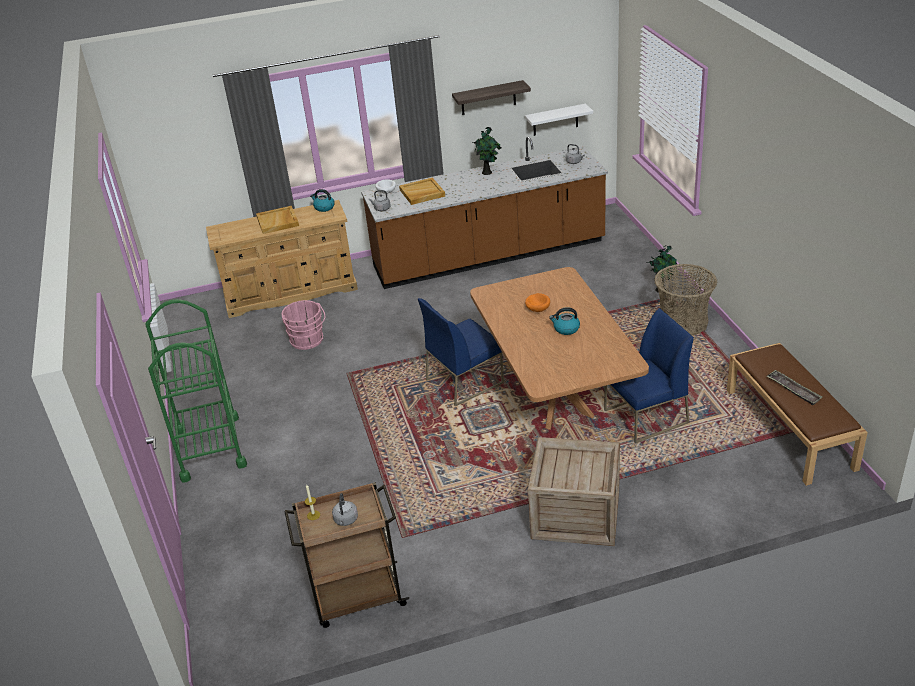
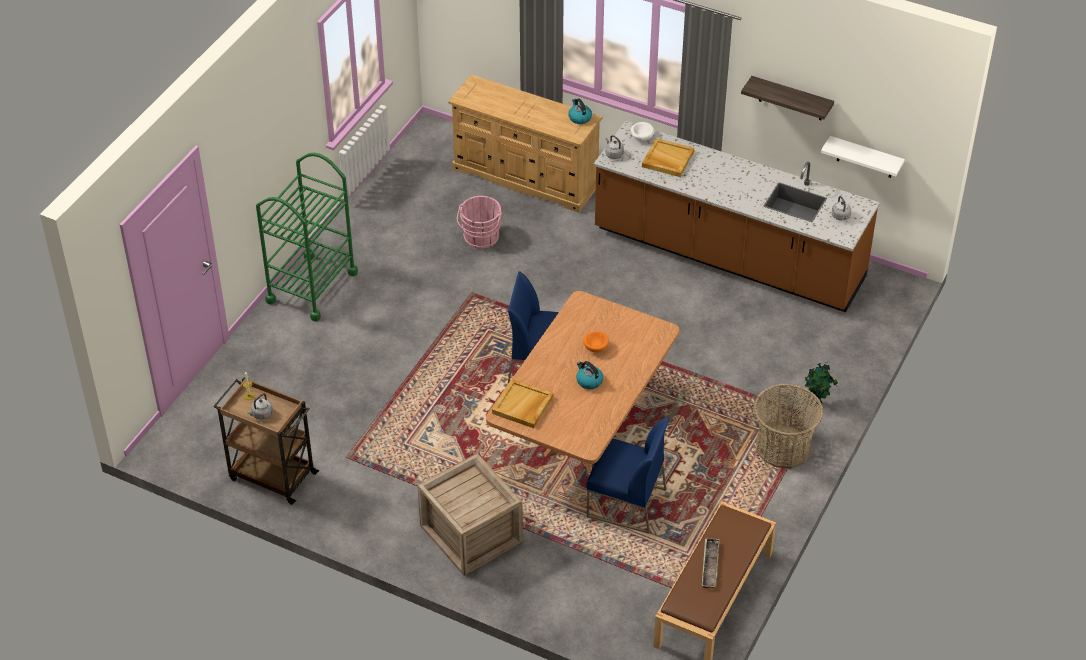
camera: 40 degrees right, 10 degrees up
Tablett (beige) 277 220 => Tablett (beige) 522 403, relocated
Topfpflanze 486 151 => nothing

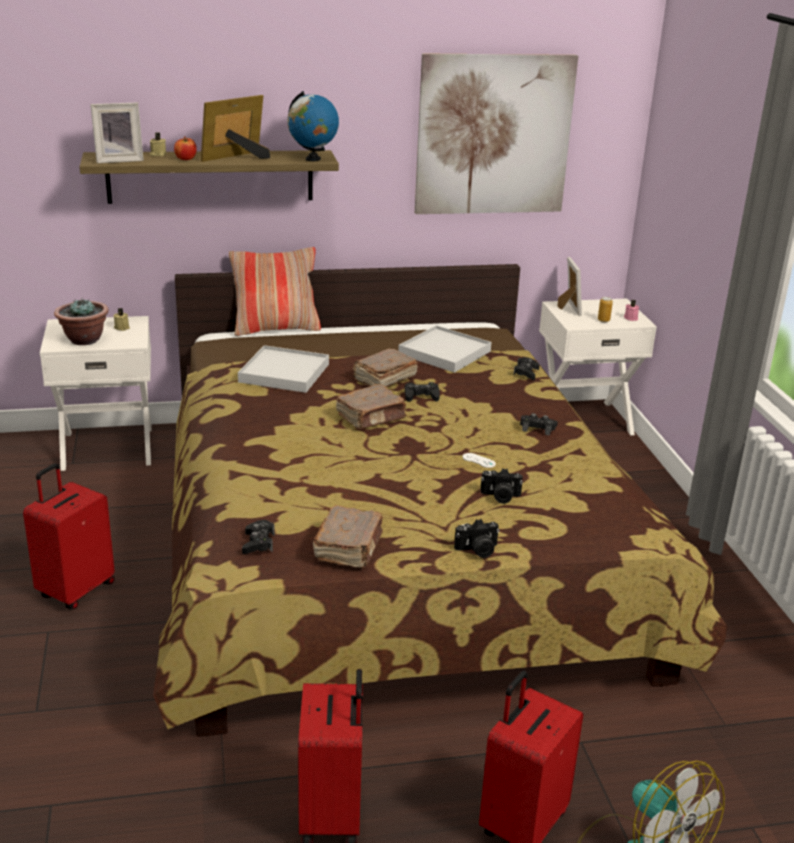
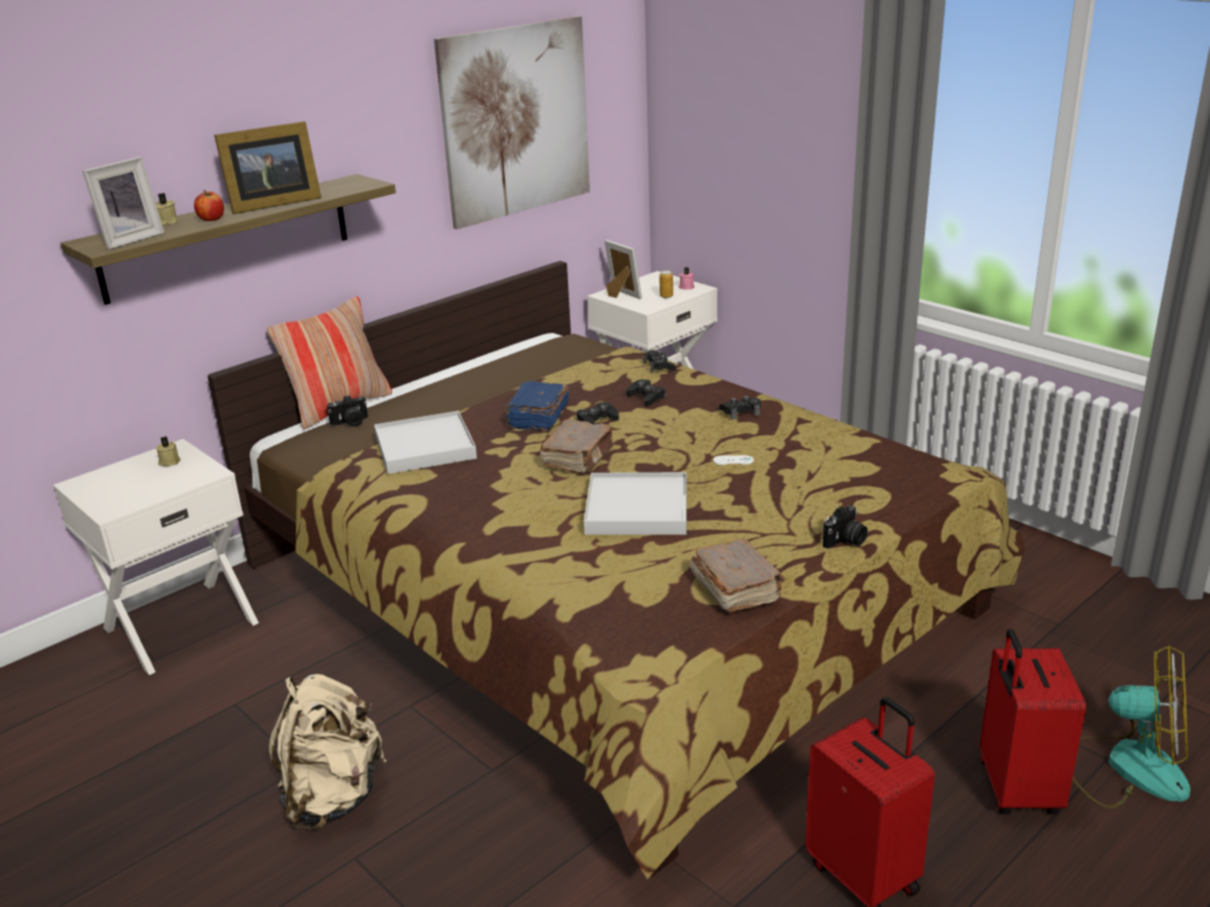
camera: 30 degrees left, 0 degrees up
Koffer (rot) 69 536 => Rucksack (beige) 327 752
Topfpflanze 81 321 => nothing
Bilderrahmen 235 128 => Bilderrahmen 267 167, 135 degrees counterclockwise
Gamepad (schwarz) 258 537 => Gamepad (schwarz) 646 393, relocated
Globus 313 126 => nothing
Buch (braun) 385 367 => Buch (blau) 537 406
Tablett (weiß) 444 349 => Tablett (weiß) 635 503, relocated
Kamera 501 486 => Kamera 347 411, relocated

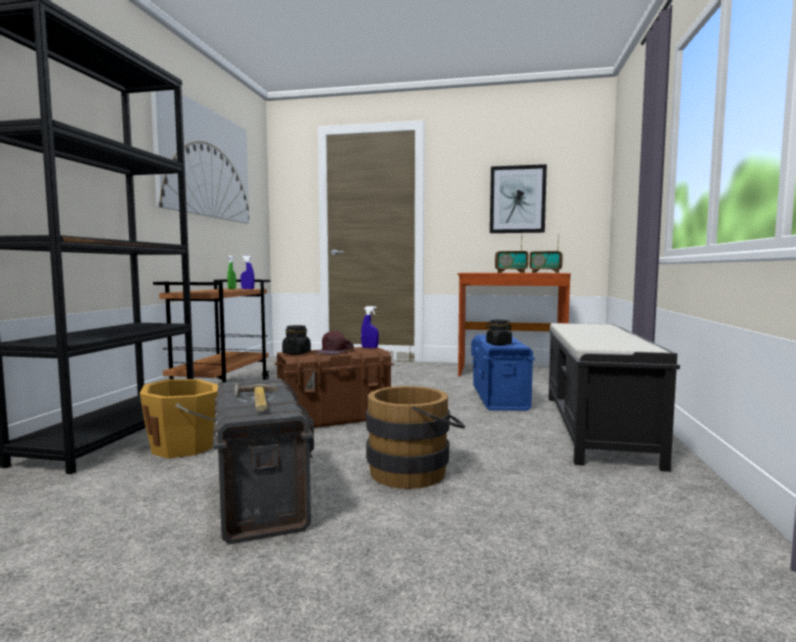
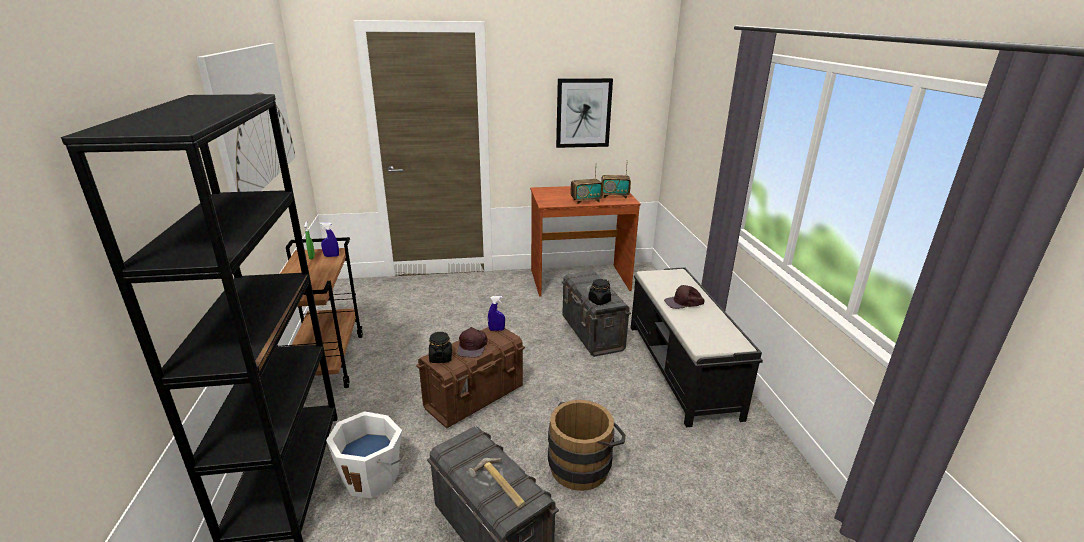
camera: 20 degrees left, 20 degrees up
Eimer (orange) 179 419 => Eimer (weiß) 364 454
Aufbewahrungsbox (blau) 503 373 => Aufbewahrungsbox (grau) 596 314
nothing => Kappe (braun) 684 297

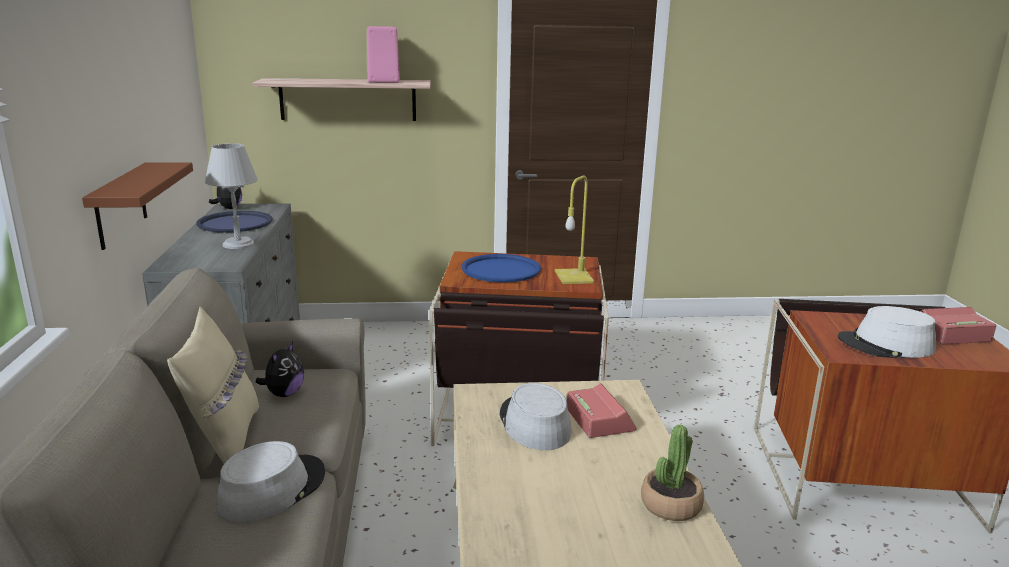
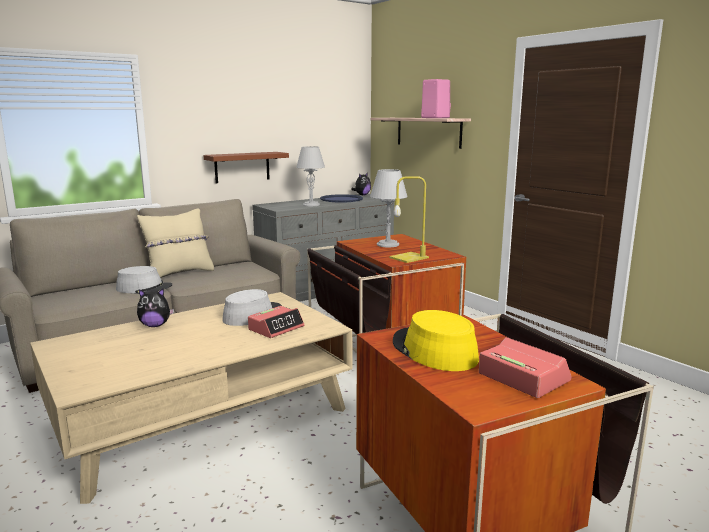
camera: 60 degrees right, 5 degrees down
Plüschtier 279 369 => Plüschtier 155 308, relocated
Tablett (blau) 501 268 => Tischlampe (grau) 389 208
Topfpflanze 672 473 => nothing
Hut (weiß) 886 332 => Hut (gelb) 436 340

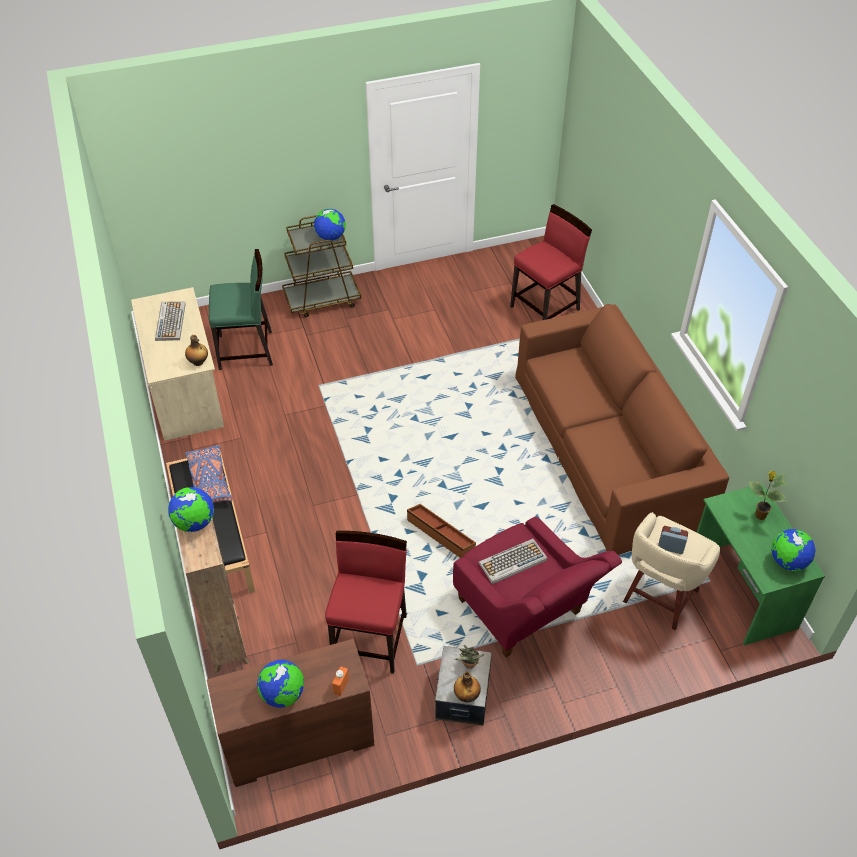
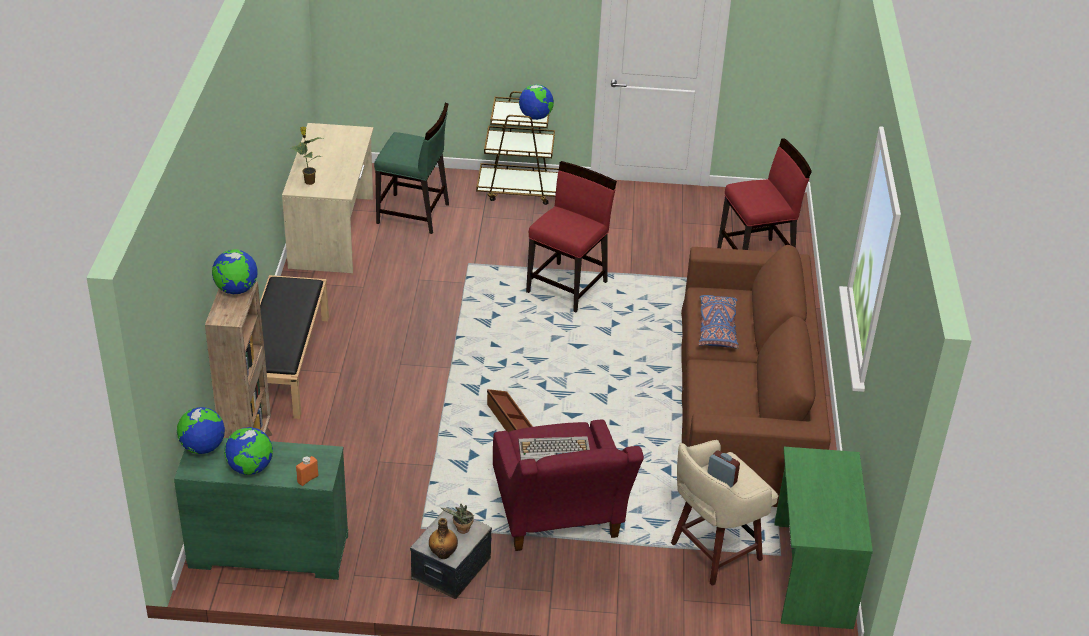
camera: 20 degrees right, 10 degrees down
Tastatur 170 321 => nothing
Flasche 196 350 => nothing
Kissen (blau) 209 474 => Kissen (blau) 718 321, relocated
Kommode (braun) 290 713 => Kommode (grün) 261 509
Stuhl (rot) 366 602 => Stuhl (rot) 571 236, relocated
Topfpflanze 768 495 => Topfpflanze 306 155, relocated
Globus 793 550 => Globus 201 430, relocated

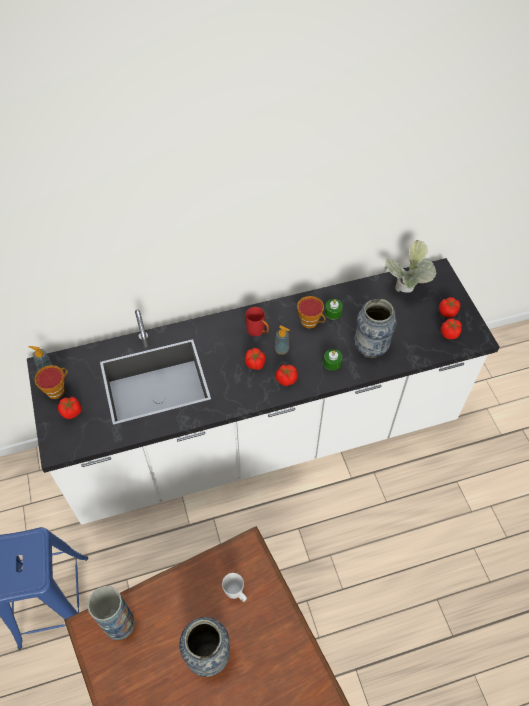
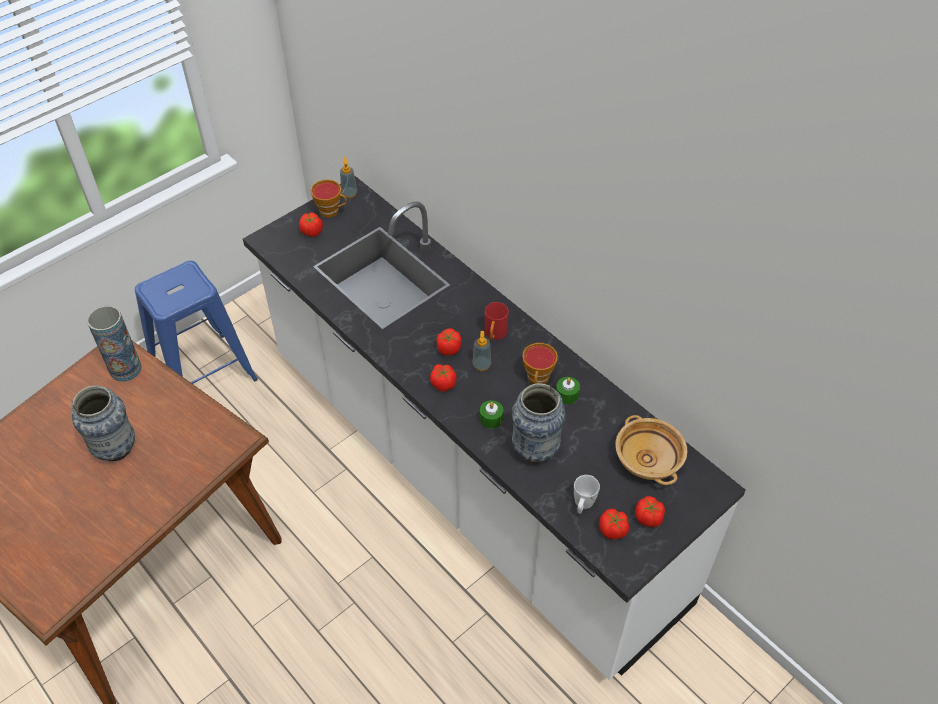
camera: 65 degrees right, 5 degrees down
Henkelbecher (weiß) 234 587 => Henkelbecher (weiß) 587 494, relocated
Topfpflanze 410 266 => Schüssel (beige) 651 450

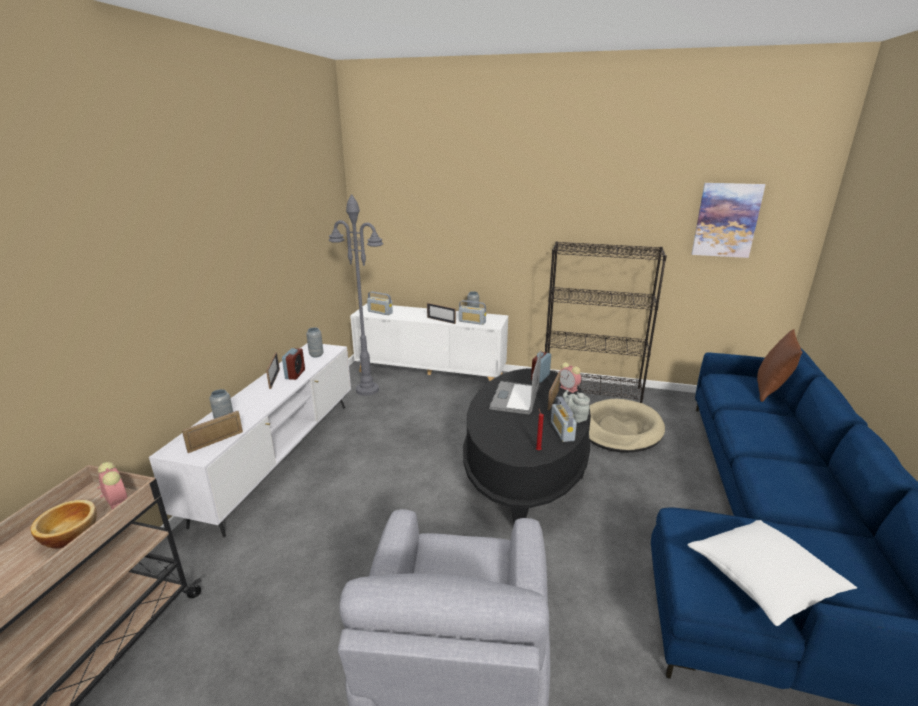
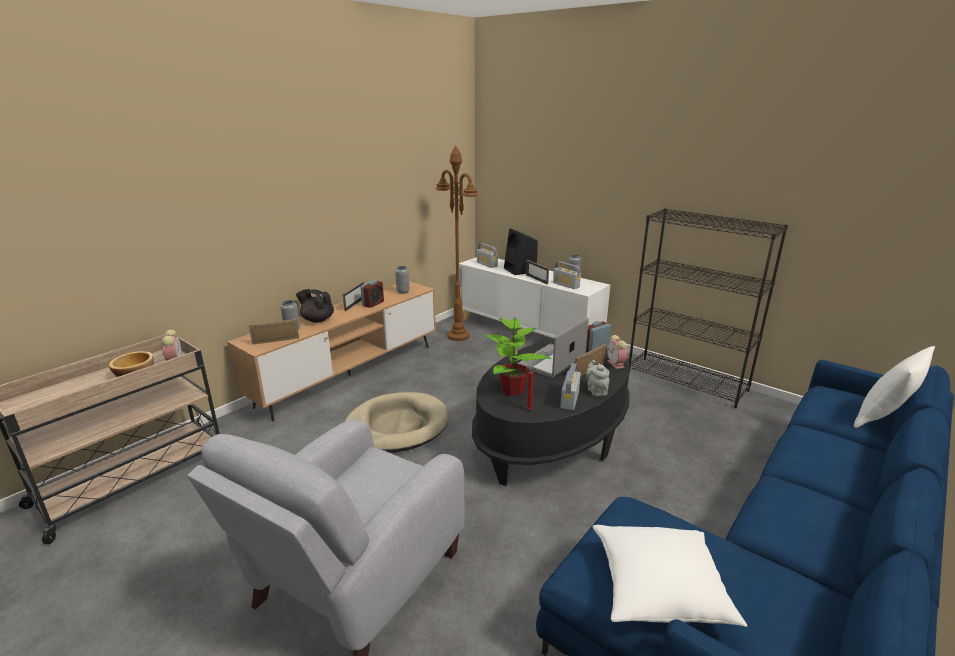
camera: 25 degrees right, 0 degrees up
Fernsehschrank (weiß) 250 440 => Fernsehschrank (braun) 331 352
Stehlampe (grau) 356 295 => Stehlampe (braun) 457 243
Hundebett (beige) 627 426 => Hundebett (beige) 396 422, relocated
Bild 728 220 => nothing
Kissen (braun) 779 365 => Kissen (weiß) 894 387
nothing => Teekanne (schwarz) 315 306
nothing => Topfpflanze 518 357
nothing => Lautsprecher (schwarz) 521 251

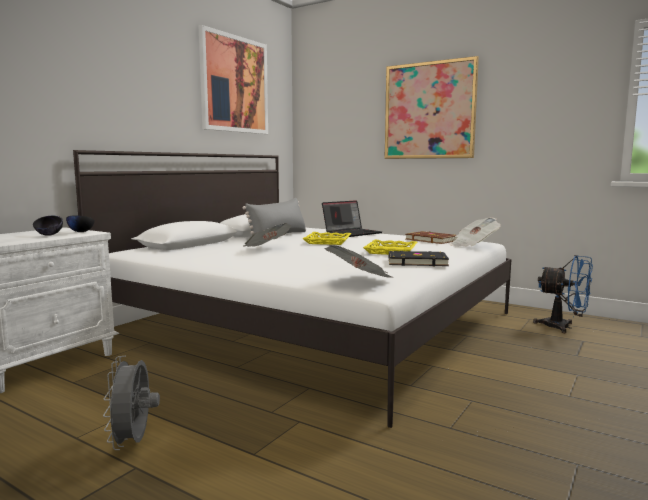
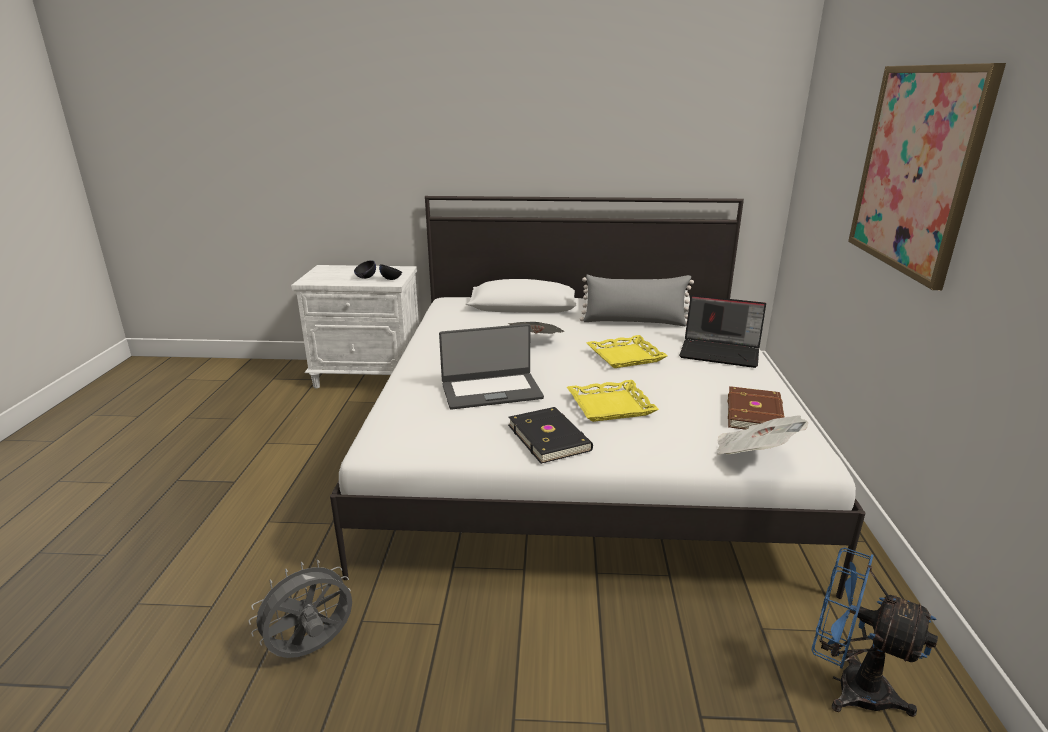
camera: 60 degrees right, 15 degrees up
Ventilator (grau) 131 403 => Ventilator (grau) 300 608, relocated
Bild 233 79 => nothing
Zeitung 358 261 => nothing
Ventilator (blau) 563 294 => Ventilator (blau) 875 632, 120 degrees clockwise
nothing => Laptop 491 367

